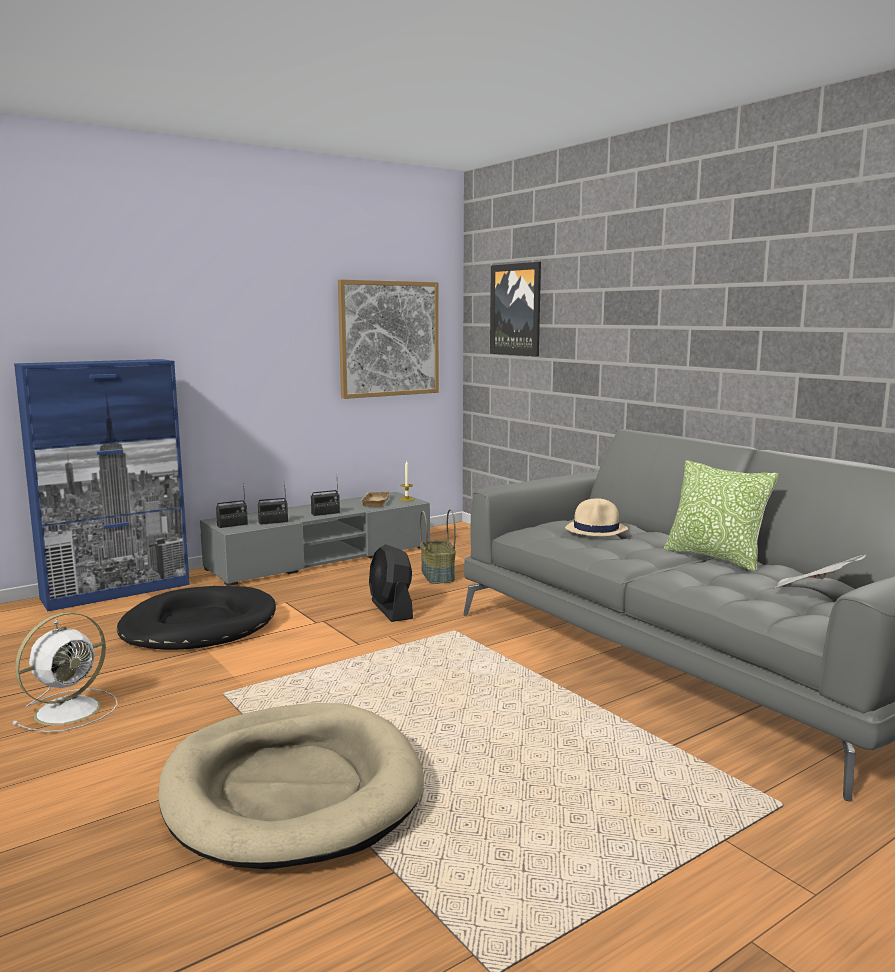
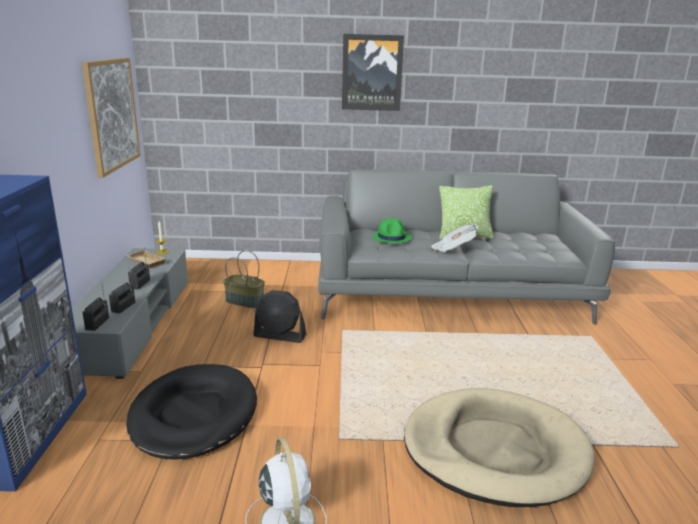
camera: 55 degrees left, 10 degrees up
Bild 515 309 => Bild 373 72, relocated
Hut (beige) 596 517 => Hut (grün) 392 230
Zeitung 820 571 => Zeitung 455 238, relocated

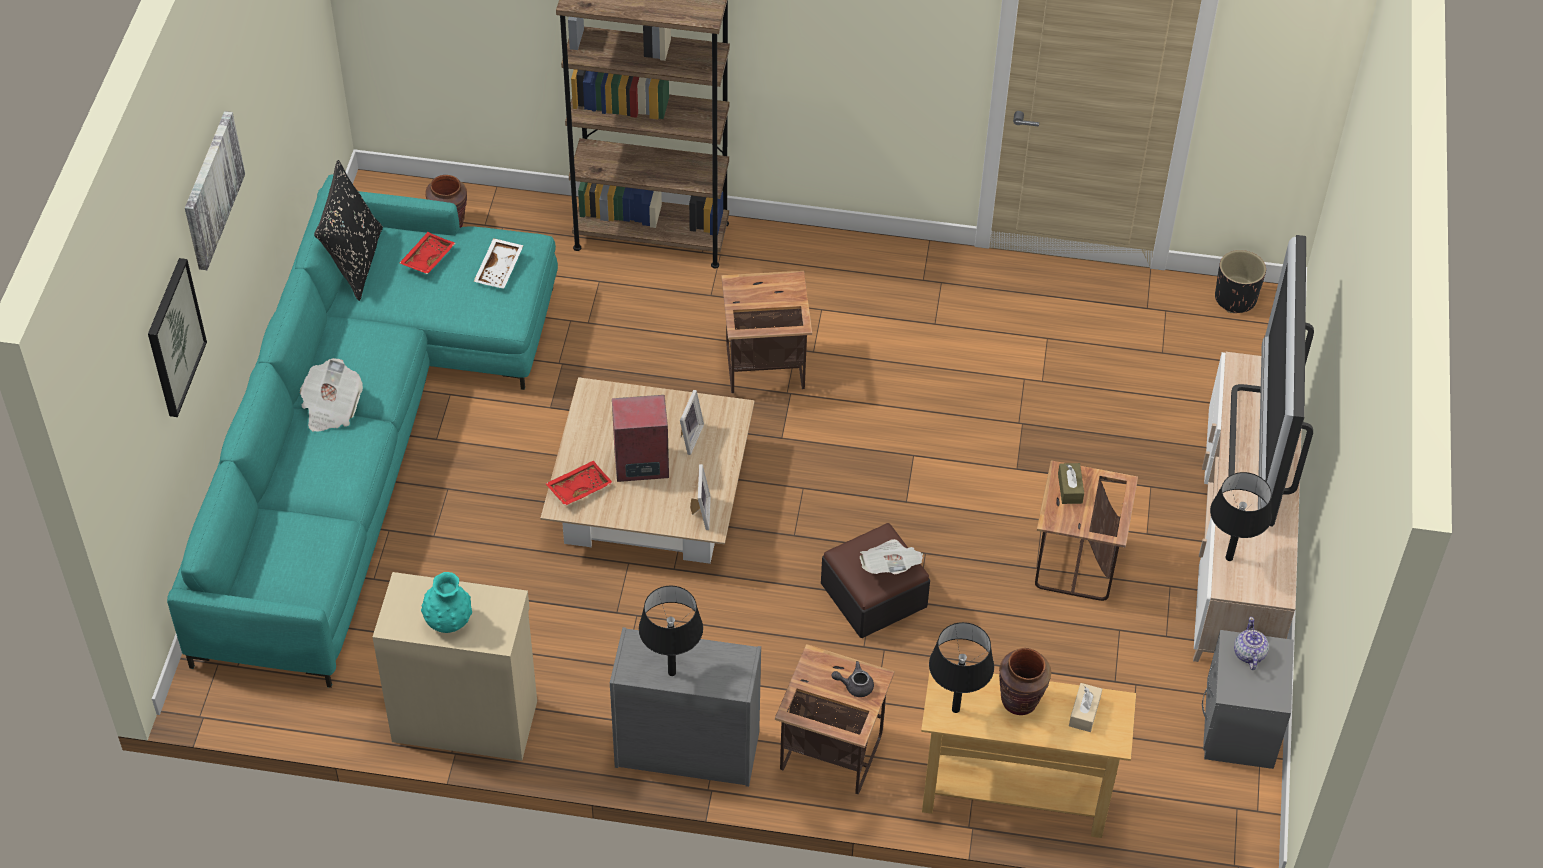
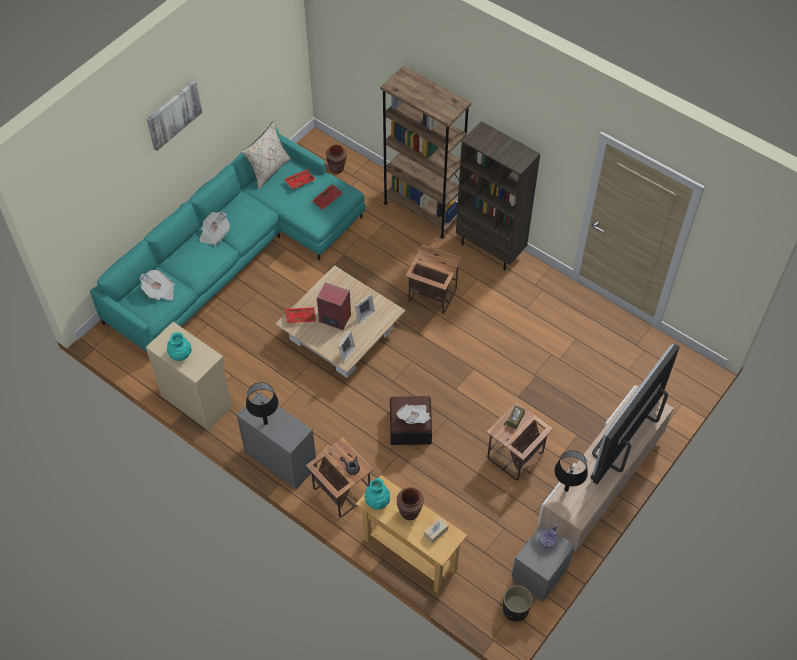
camera: 30 degrees right, 5 degrees up
Bild 177 337 => nothing
Kissen (schwarz) 348 230 => Kissen (beige) 266 155
Tablett (weiß) 498 263 => Tablett (rot) 327 197
Tischlampe (schwarz) 961 667 => Vase (türkis) 377 494
Pflanzkübel (schwarz) 1240 281 => Pflanzkübel (schwarz) 518 603, relocated
nothing => Zeitung 157 285
nothing => Bücherregal (braun) 498 196

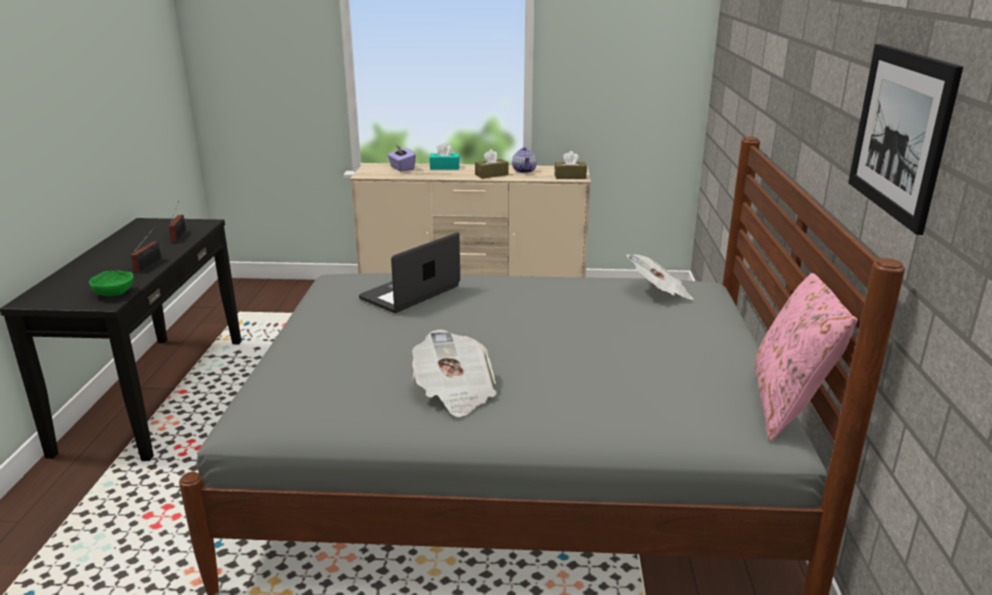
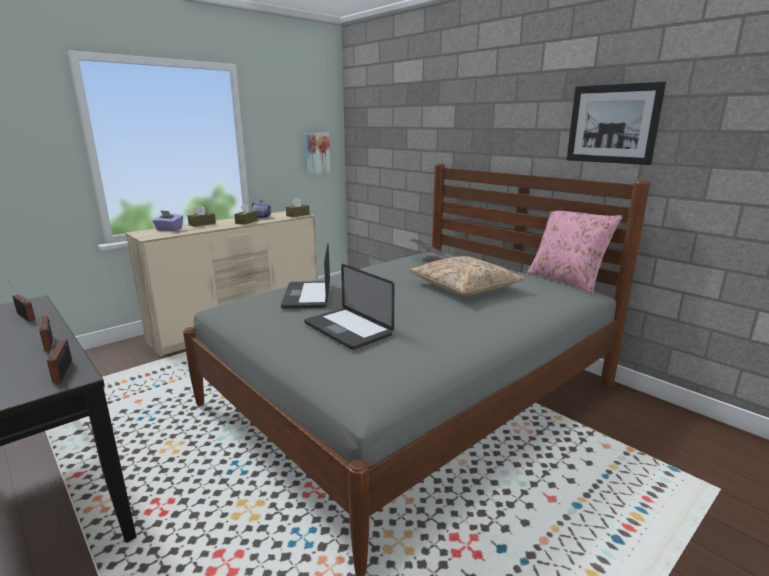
camera: 45 degrees left, 5 degrees down
Schüssel (grün) 111 283 => Radio 59 352
Zeitung 454 373 => nothing
Taschentuchbox (türkis) 444 156 => Taschentuchbox (braun) 201 215
nothing => Laptop 349 307
nothing => Bild 318 153
nothing => Kissen (beige) 467 276

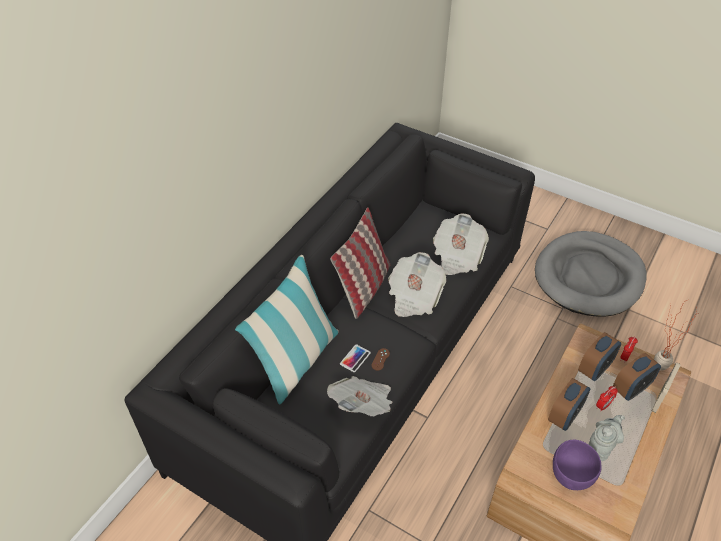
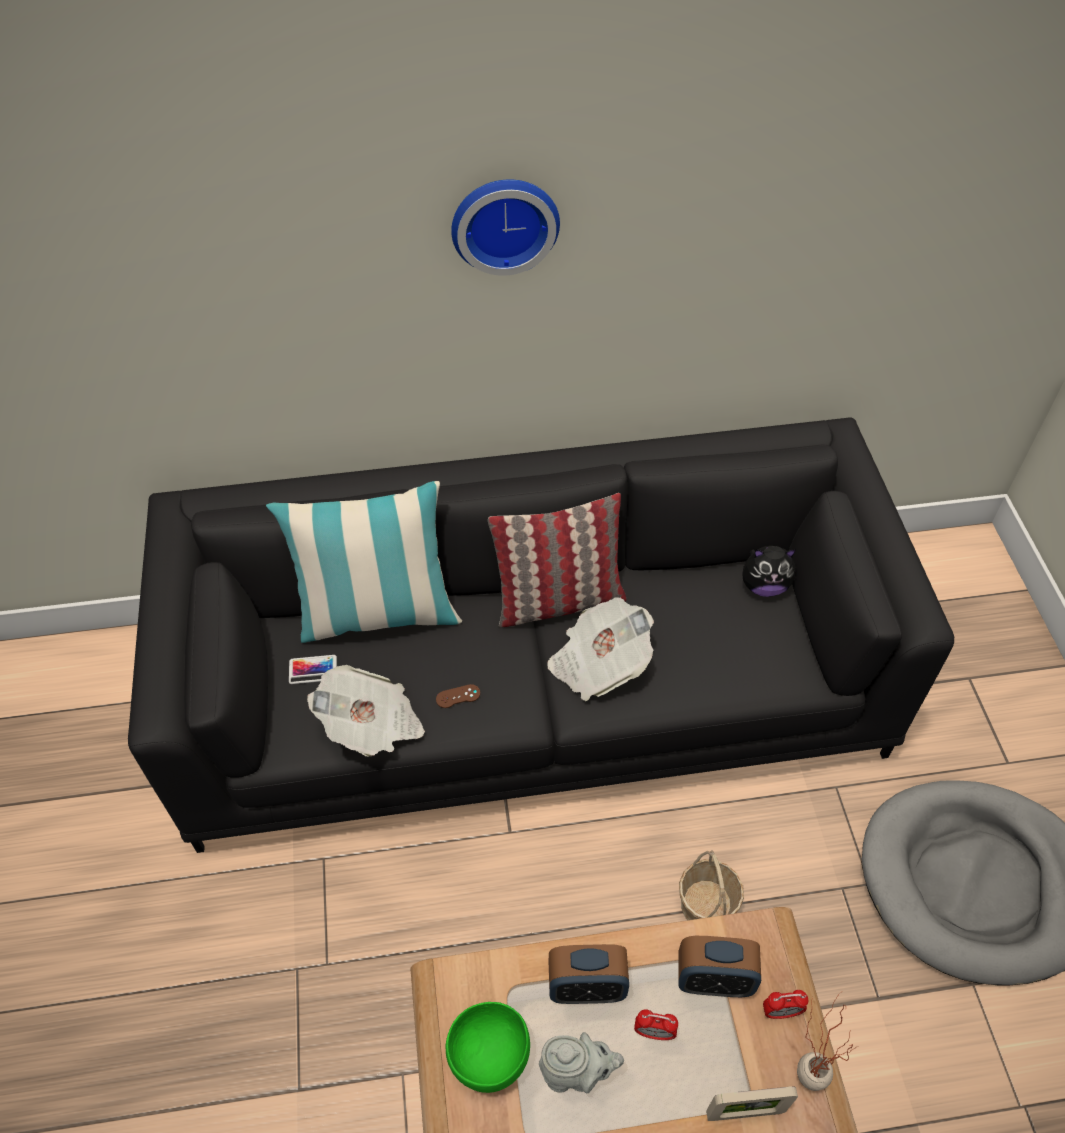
camera: 50 degrees right, 5 degrees up
Handy 355 358 => Handy 313 669, relocated
Zeitung 461 244 => nothing
Schüssel (lila) 577 465 => Schüssel (grün) 488 1047
Wecker 637 377 => nothing
nothing => Wanduhr 505 227
nothing => Korb 711 885
nothing => Plüschtier 769 571

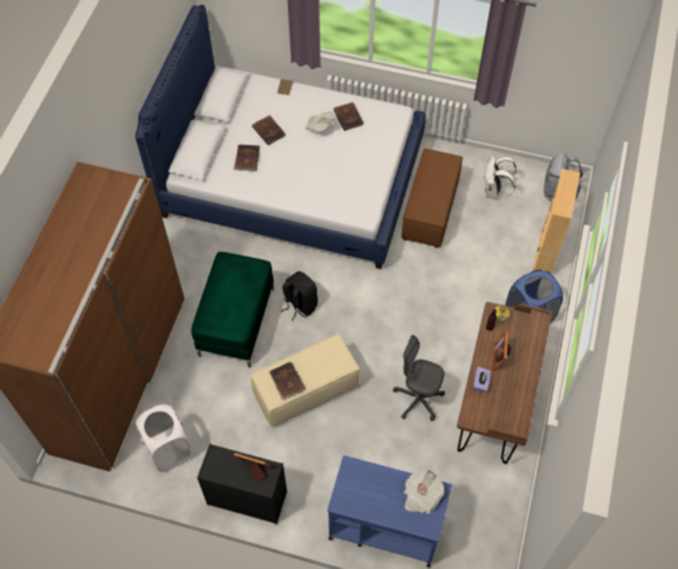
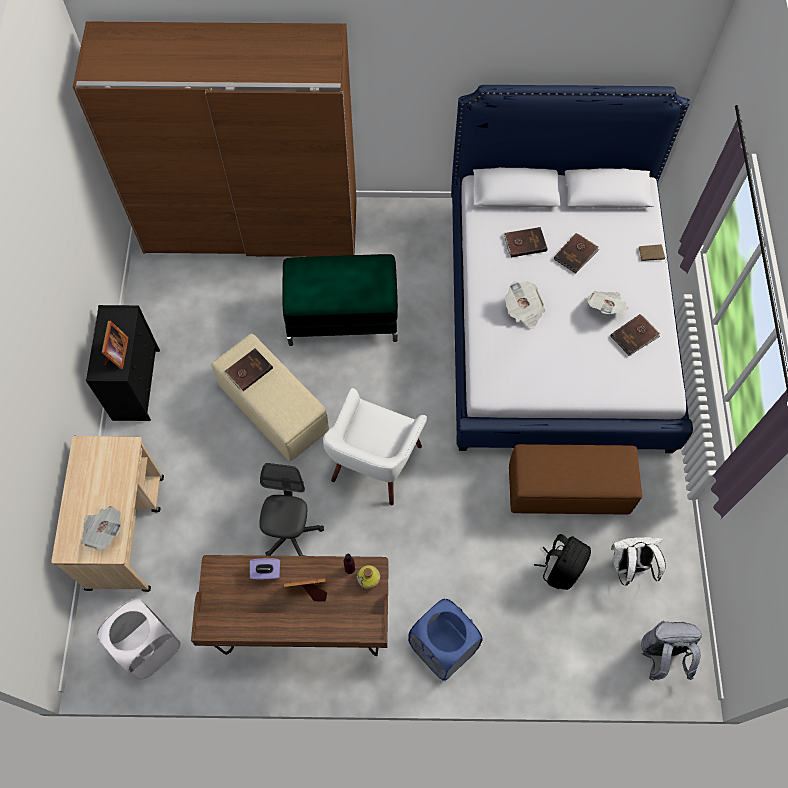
camera: 75 degrees right, 5 degrees up
Wäschekorb (weiß) 164 437 => Wäschekorb (weiß) 138 639, relocated
Rucksack (schwarz) 299 296 => Rucksack (schwarz) 562 562, relocated
Rollwagen (blau) 389 512 => Rollwagen (beige) 107 514
Bücherregal (beige) 556 220 => nothing
nothing => Sessel (weiß) 375 446
nothing => Zeitung 525 305

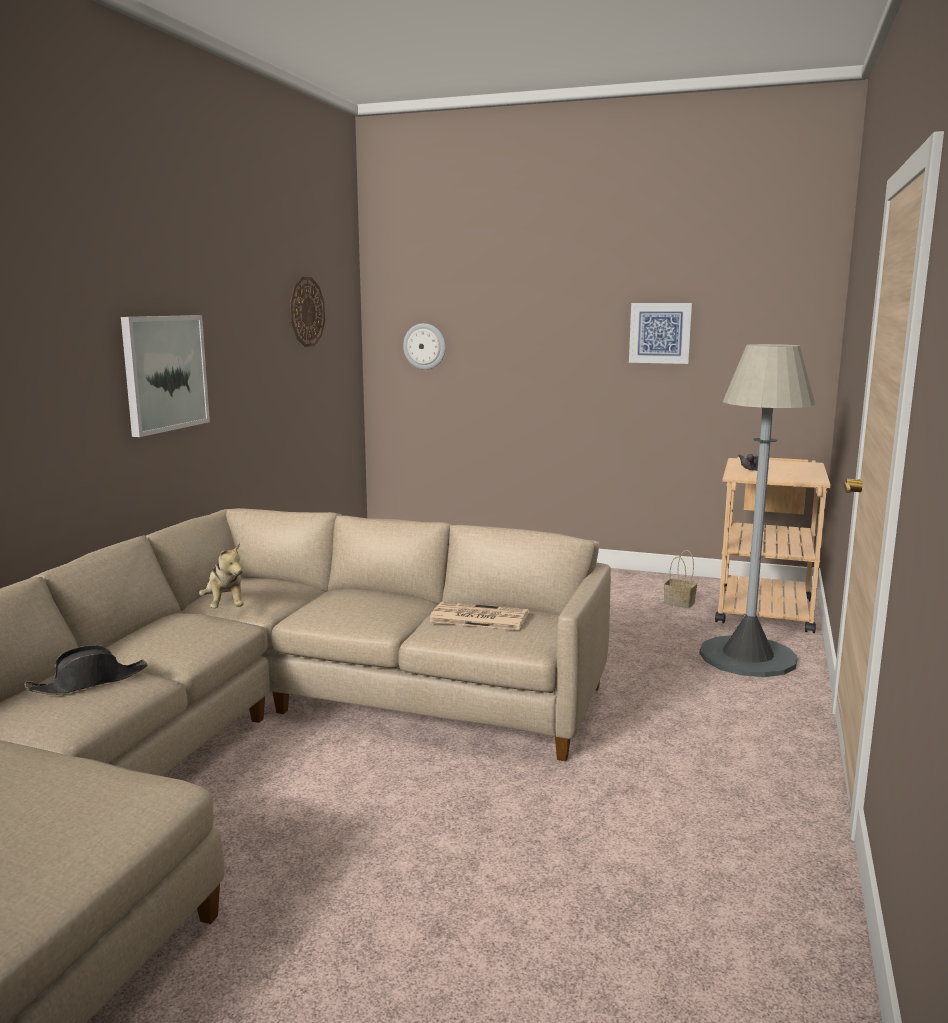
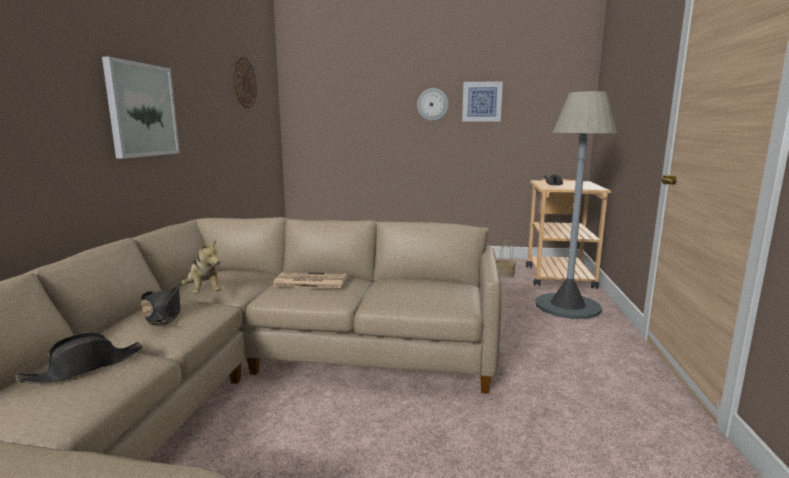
camera: 10 degrees left, 0 degrees up
Wanduhr 424 346 => Wanduhr 433 104, relocated
Zeitung 479 616 => Zeitung 310 280, relocated
nothing => Hut (schwarz) 161 305

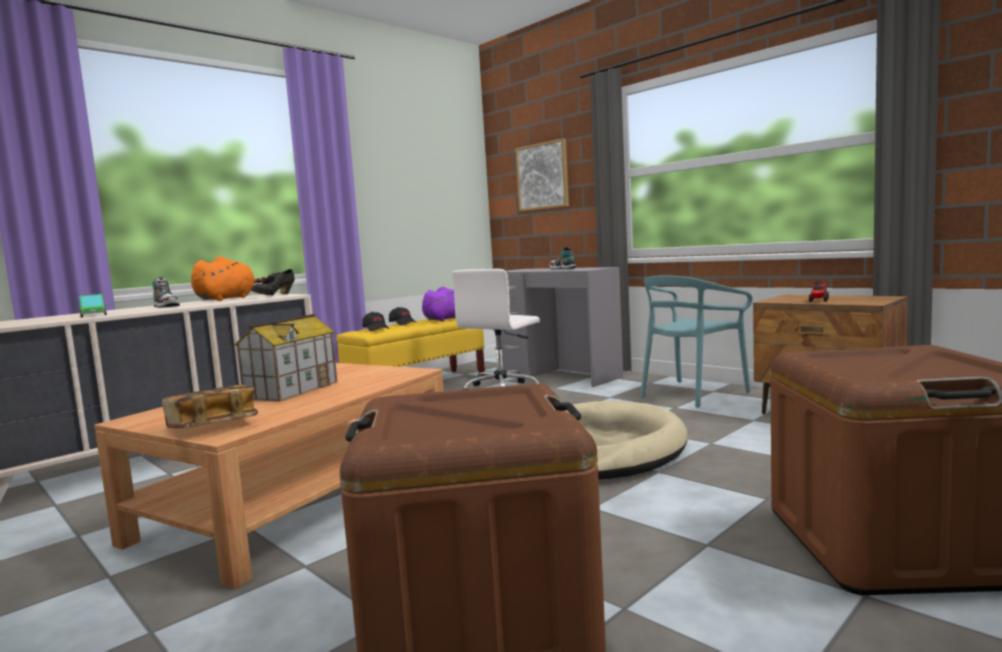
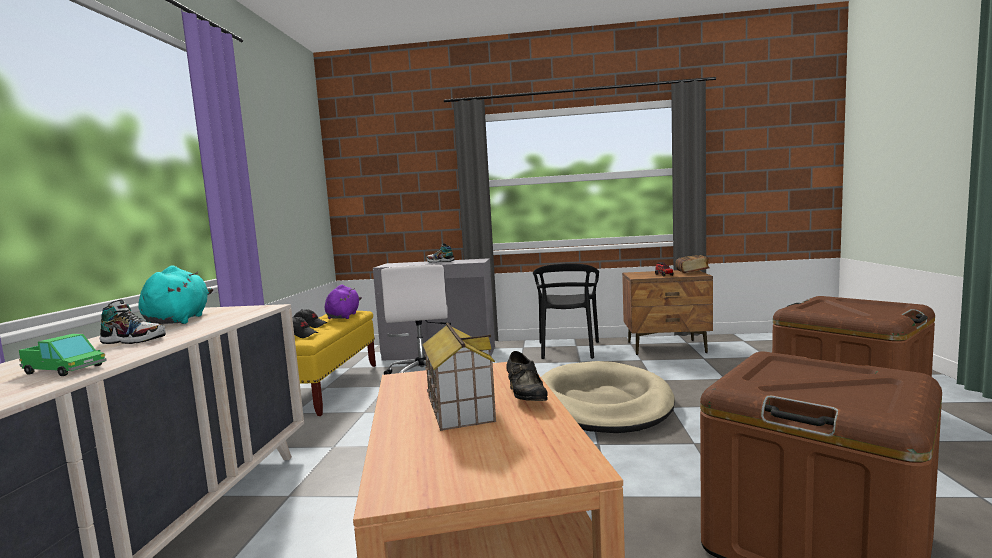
camera: 40 degrees left, 0 degrees up
Buch 210 406 => Buch 692 264, relocated
Plüschtier (orange) 229 278 => Plüschtier (türkis) 175 294
Schuh (schwarz) 273 282 => Schuh (schwarz) 527 376, relocated
Bild 542 174 => nothing
Stuhl (türkis) 696 342 => Stuhl (schwarz) 566 311

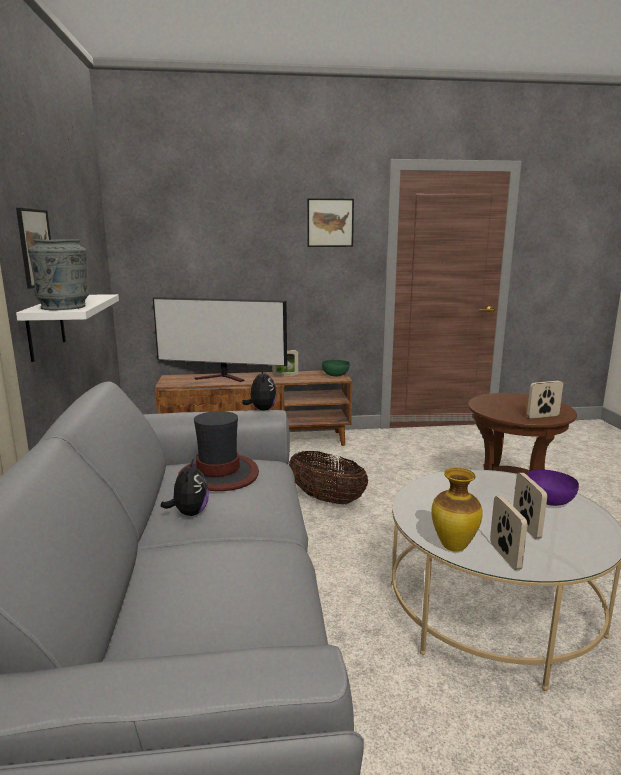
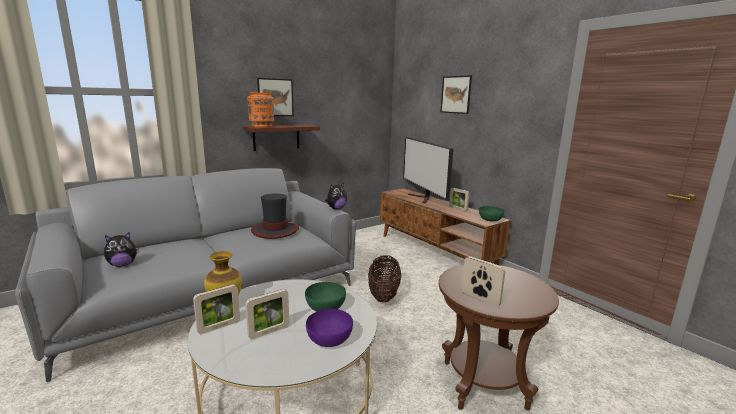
camera: 60 degrees right, 0 degrees up
Wandregal (weiß) 67 328 => Wandregal (braun) 281 137
Vase (grau) 58 274 => Vase (orange) 260 109
Plüschtier 185 487 => Plüschtier 121 249, relocated
Bild 330 222 => Bild 456 94, relocated
nothing => Schüssel (grün) 325 297

